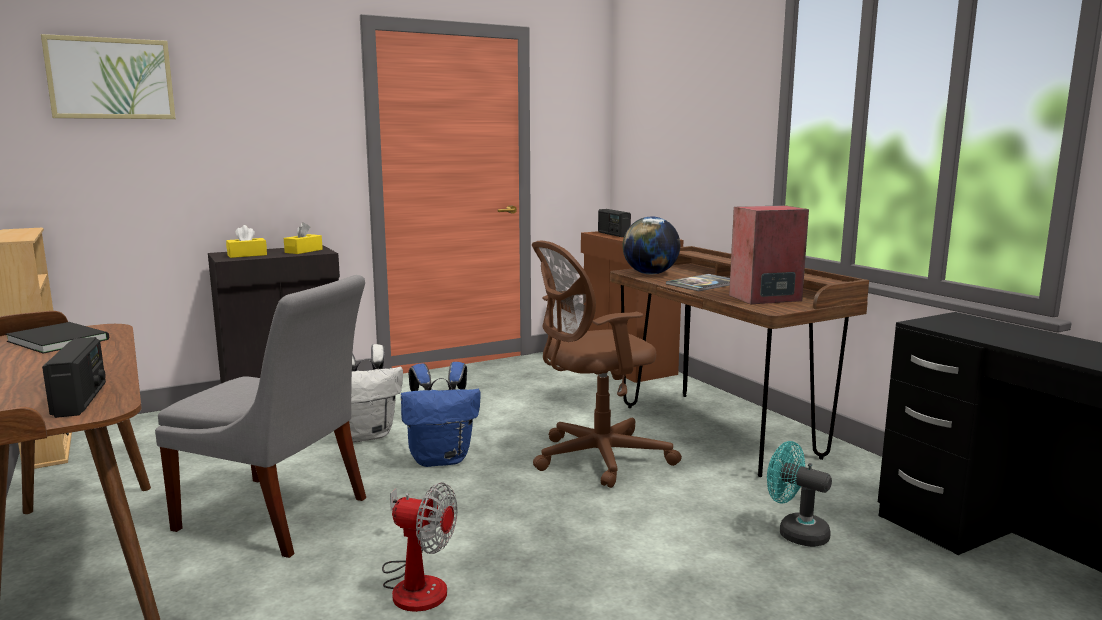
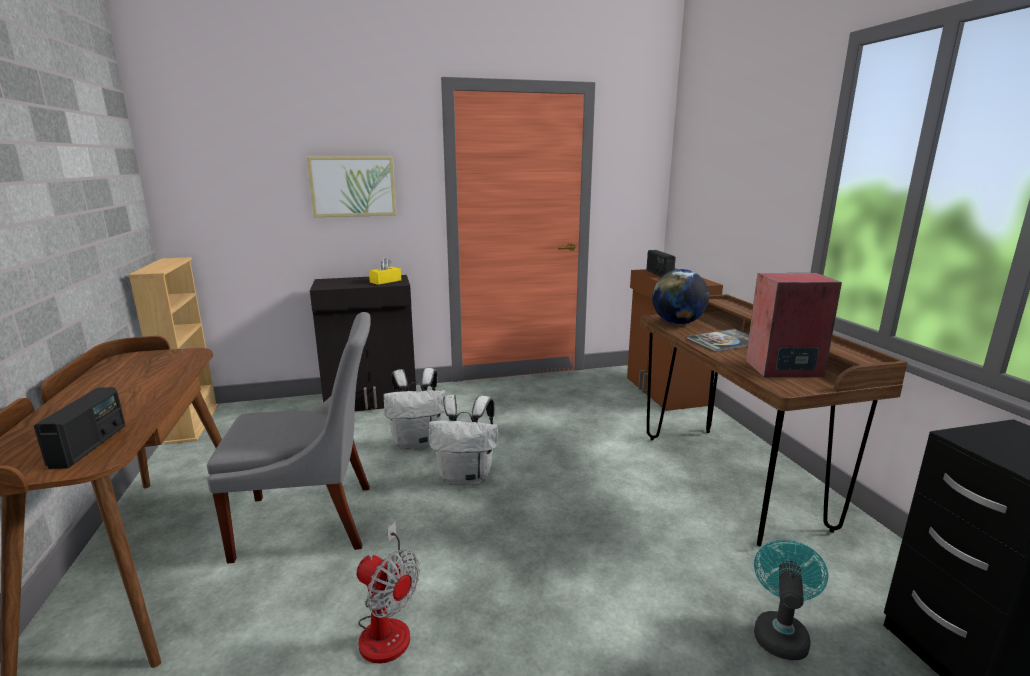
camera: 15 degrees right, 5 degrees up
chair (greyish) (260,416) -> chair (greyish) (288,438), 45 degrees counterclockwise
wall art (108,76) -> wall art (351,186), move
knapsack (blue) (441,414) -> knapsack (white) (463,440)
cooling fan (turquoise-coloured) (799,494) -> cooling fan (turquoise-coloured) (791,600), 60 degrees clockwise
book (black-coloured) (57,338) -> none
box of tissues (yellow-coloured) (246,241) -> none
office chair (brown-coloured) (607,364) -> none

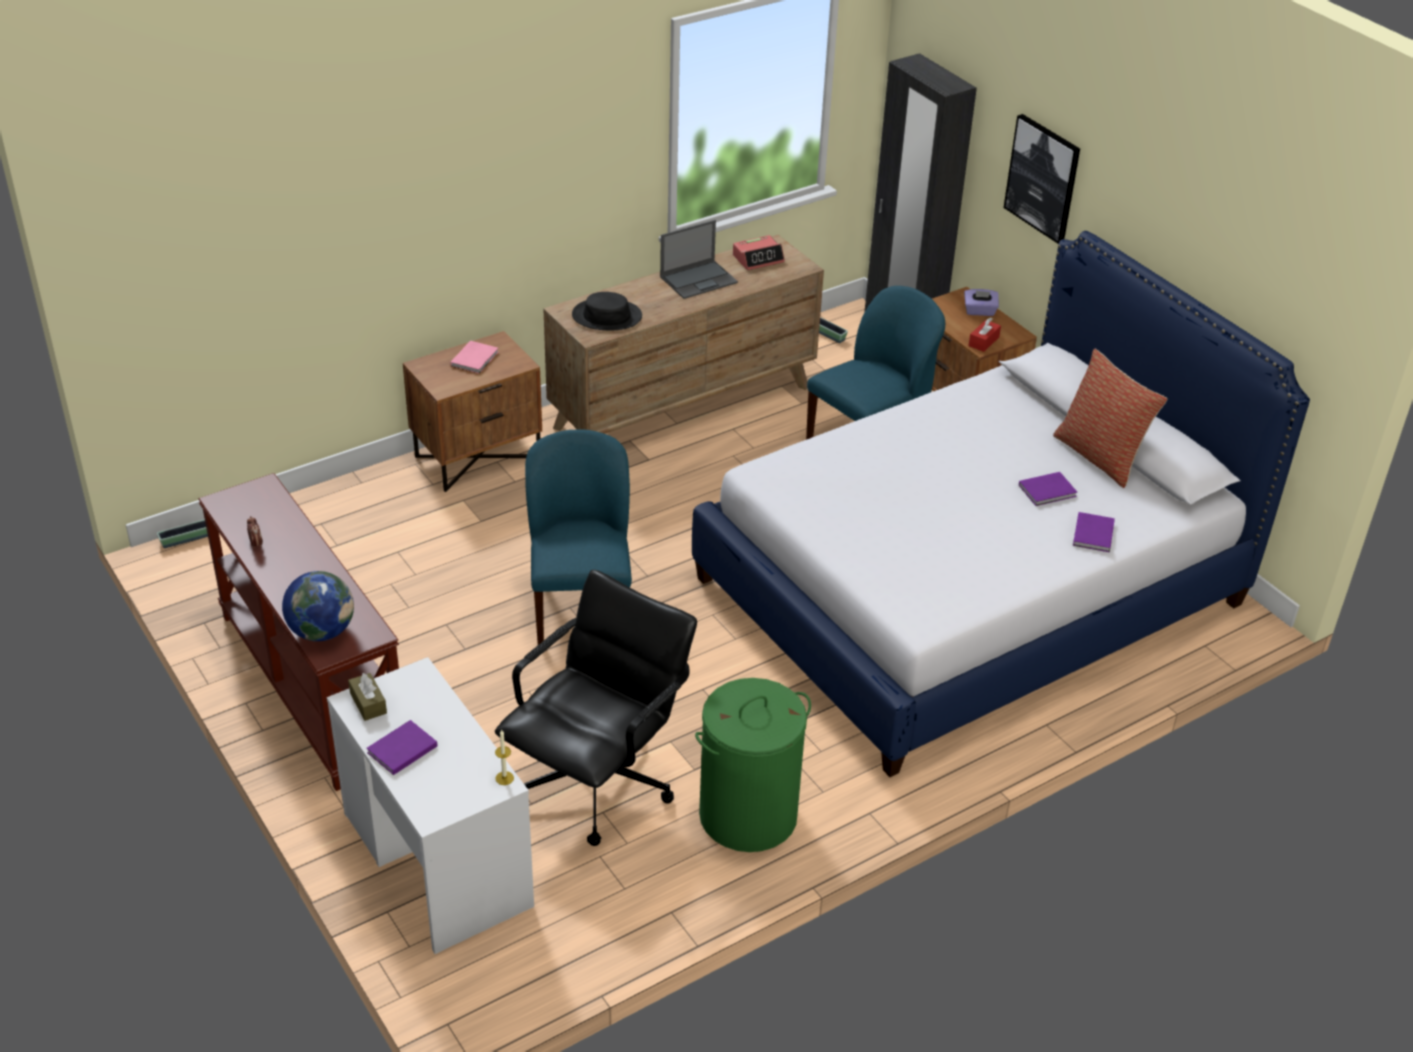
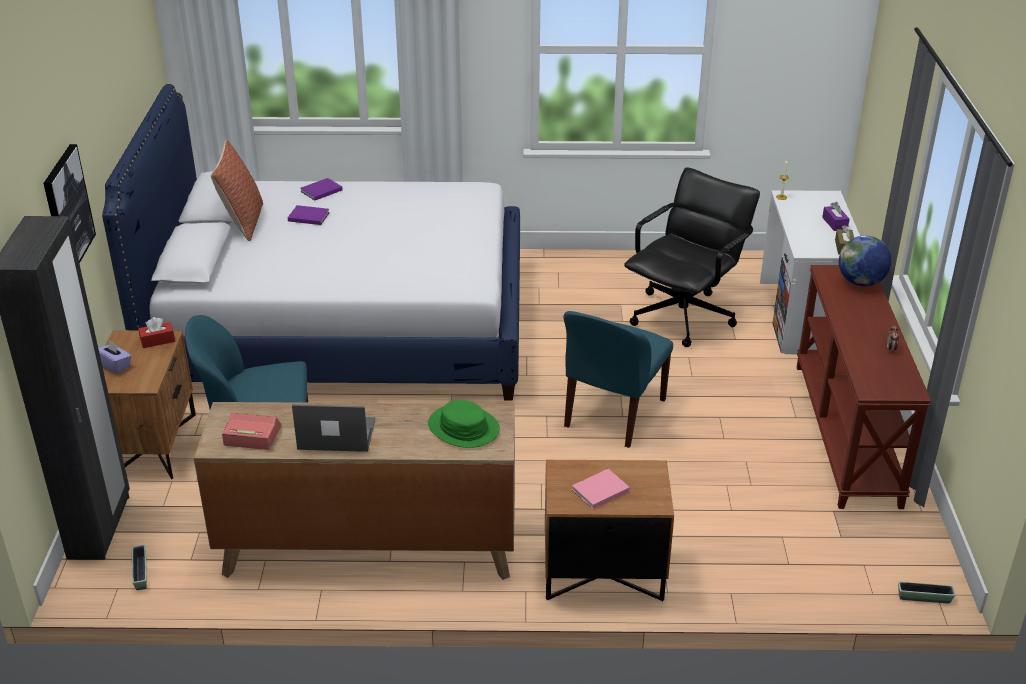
camera: 145 degrees left, 5 degrees down
clothing hat (black-coloured) (607,311) -> clothing hat (greenish) (464,424)
office chair (black-coloured) (596,708) -> office chair (black-coloured) (692,257), 150 degrees clockwise
book (purple-coloured) (401,747) -> box of tissues (purple-coloured) (836,216)
hamper (greenish) (753,765) -> none

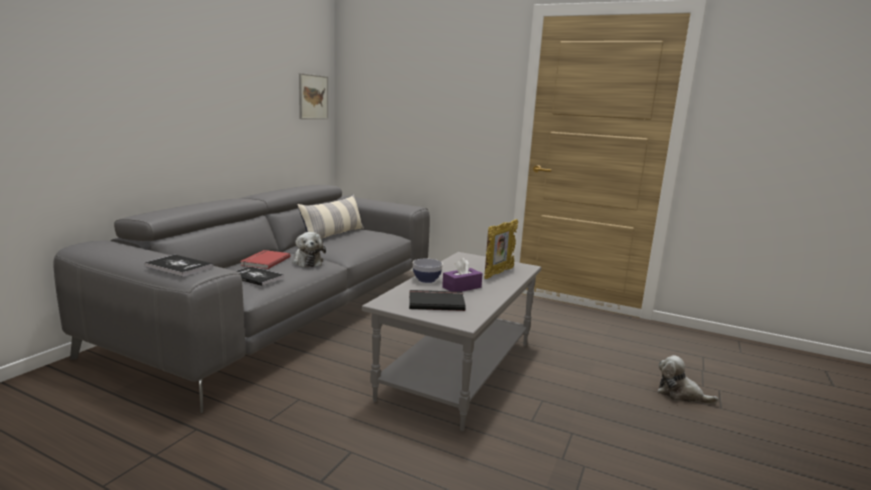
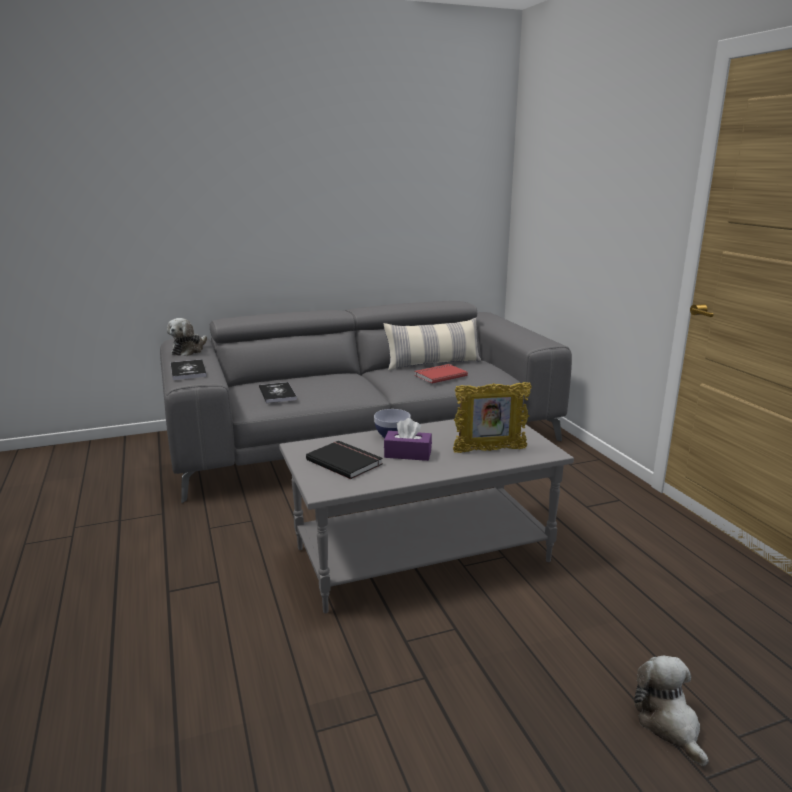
camera: 45 degrees right, 5 degrees up
soft toy (309,249) -> soft toy (187,337), move
book (red-coloured) (265,259) -> book (red-coloured) (441,374), move
wall art (313,96) -> none

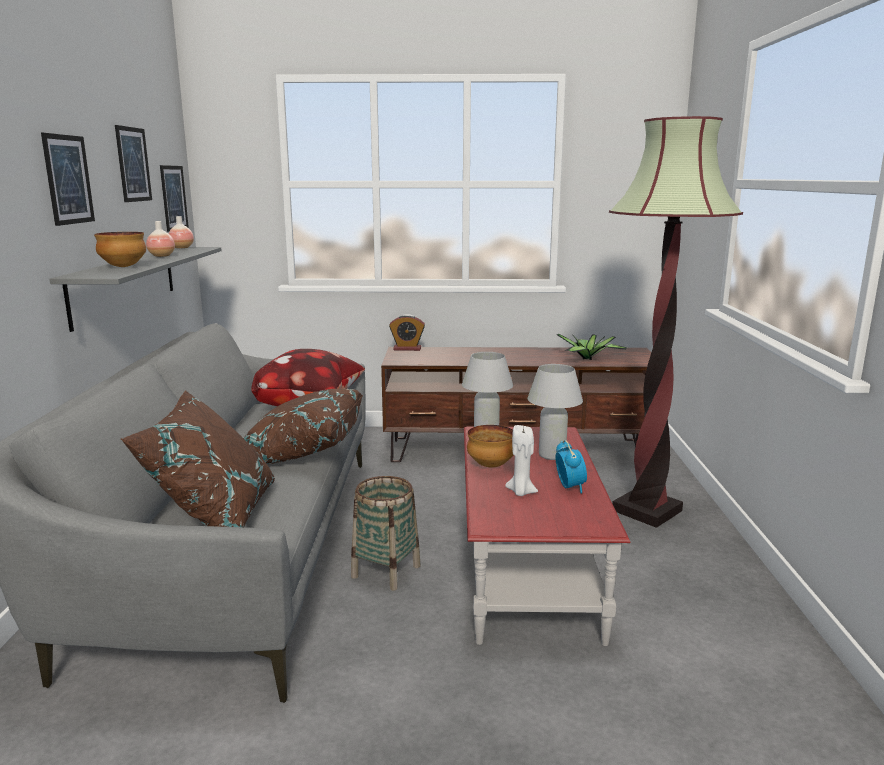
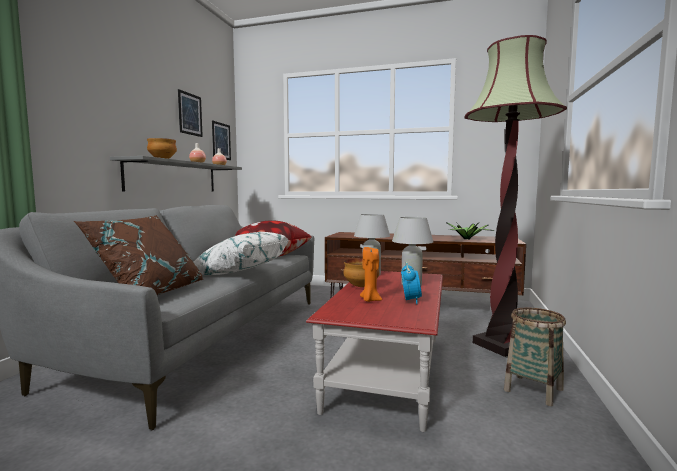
camera: 15 degrees right, 10 degrees down
cushion (brown-coloured) (303,426) -> cushion (white) (241,253)
candle (white) (521,460) -> candle (orange-coloured) (371,274)
storage basket (386,533) -> storage basket (535,357), move
wall art (68,179) -> none
table clock (407,332) -> none

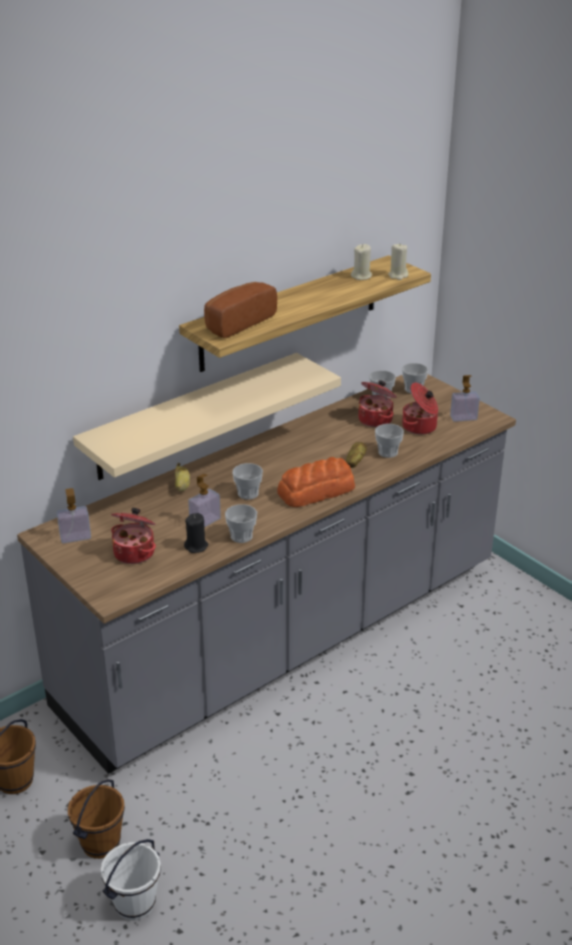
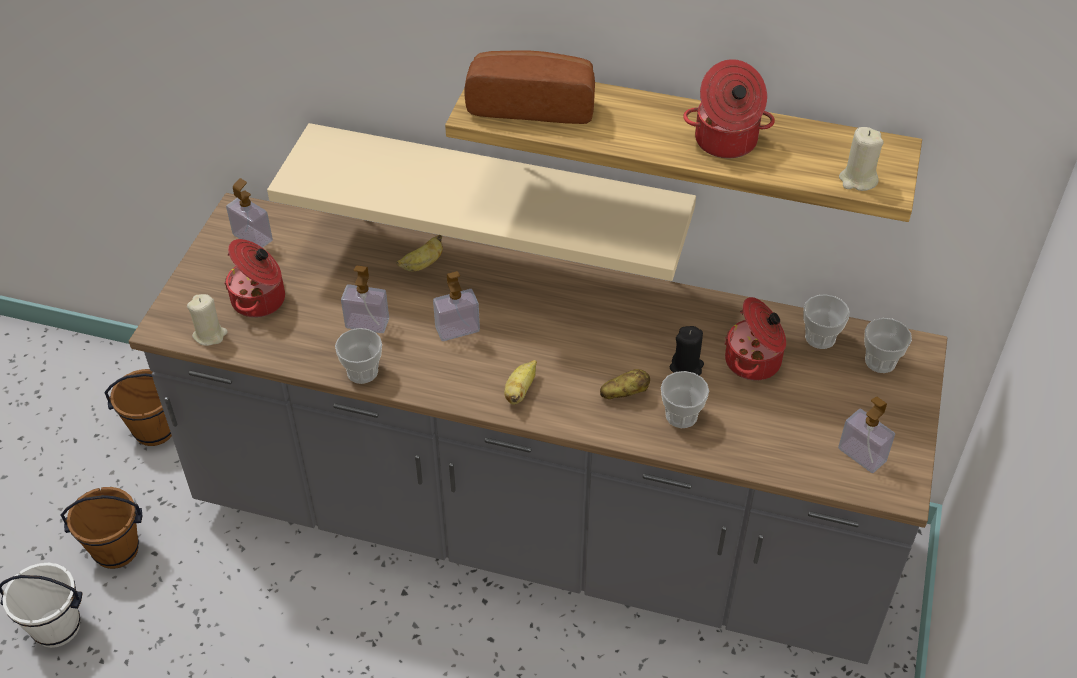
camera: 55 degrees right, 15 degrees up
candle (beige-coloured) (361,262) -> candle (beige-coloured) (207,320), move
cup (247,481) -> soap bottle (456,306)
bakery bread (316,482) -> banana fruit (520,382)
candle (black-coloured) (196,533) -> candle (black-coloured) (687,350), move
cooking pot (420,409) -> cooking pot (729,108), move

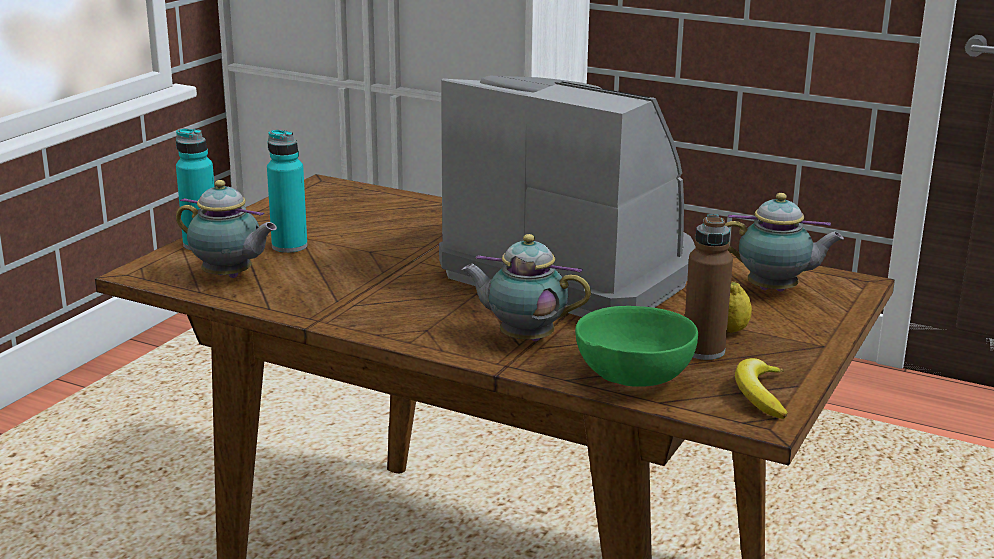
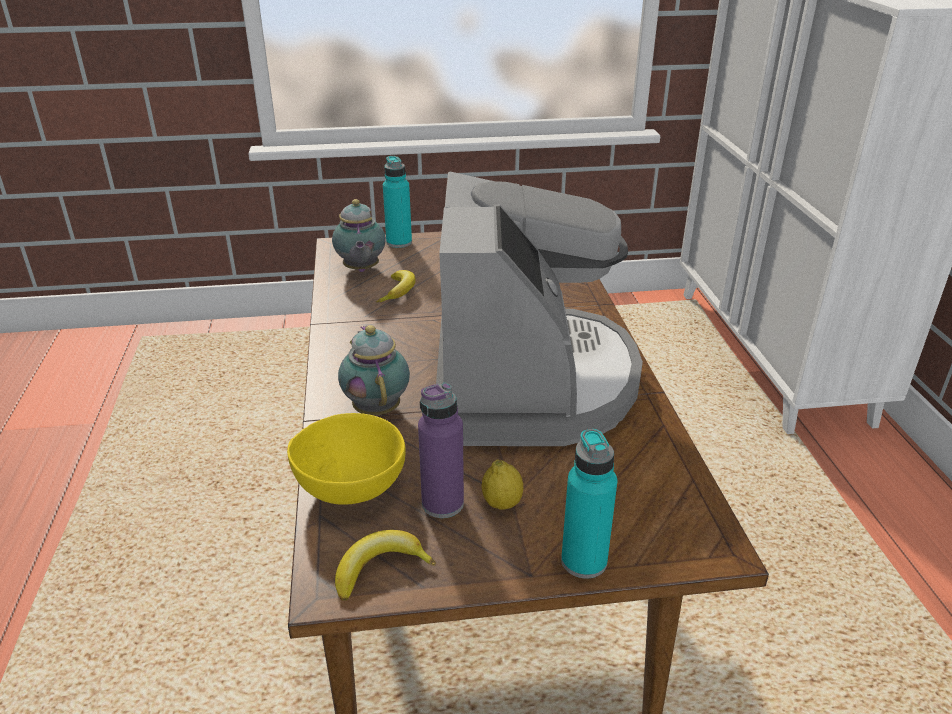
camera: 55 degrees right, 10 degrees up
serving bowl (greenish) (636,346) -> serving bowl (yellow-coloured) (346,459)
none -> banana fruit (396,286)
beverage bottle (brown-coloured) (709,287) -> beverage bottle (purple-coloured) (441,450)
beverage bottle (turquoise-coloured) (287,191) -> beverage bottle (turquoise-coloured) (589,504), move
teapot (784,242) -> none

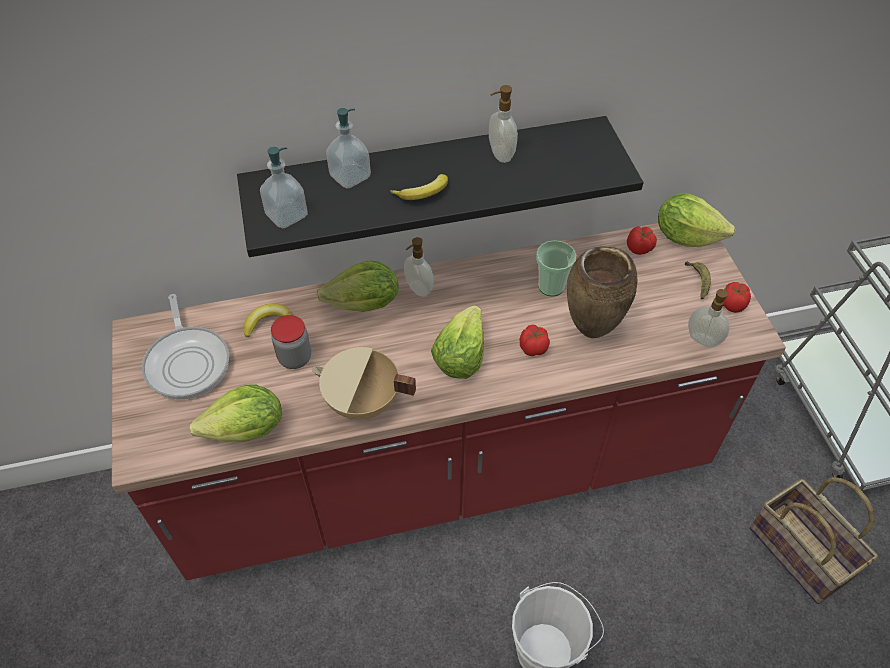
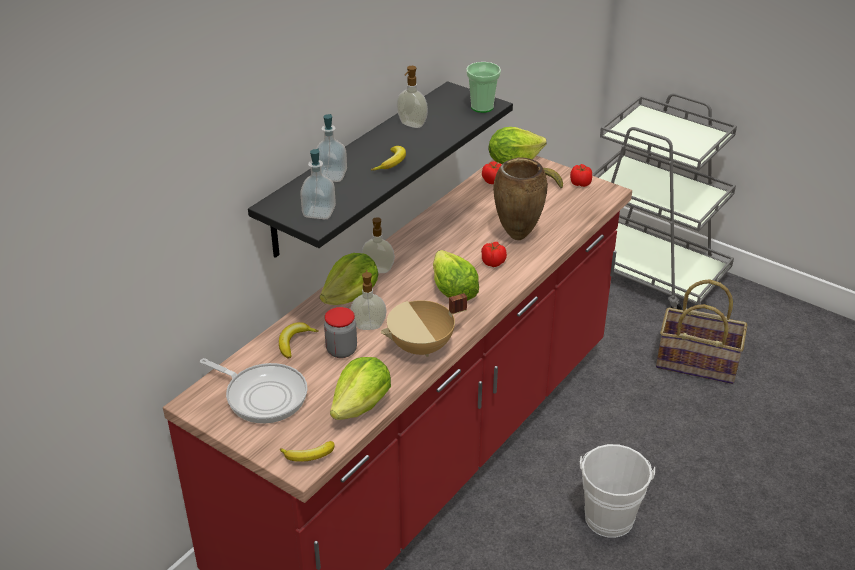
camera: 40 degrees left, 15 degrees down
none -> banana fruit (307,451)
soap bottle (708,316) -> soap bottle (369,300), move
cup (556,268) -> cup (483,87), move

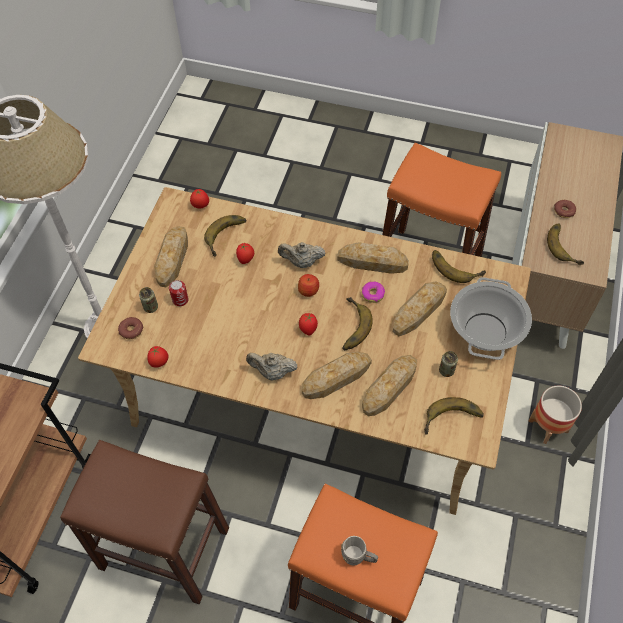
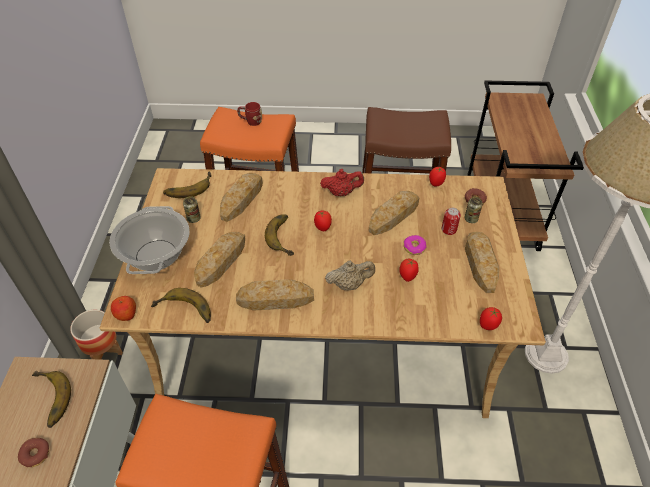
camera: 165 degrees right, 10 degrees down
apple (308,285) -> apple (123,308), move
coffee mug (greyish) (359,551) -> coffee mug (red-coloured) (249,114)
teapot (beige-coloured) (271,367) -> teapot (red-coloured) (342,182)
bakery bread (337,375) -> bakery bread (393,213), move
donut (373,292) -> donut (415,245), move
banana fruit (225,236) -> none

